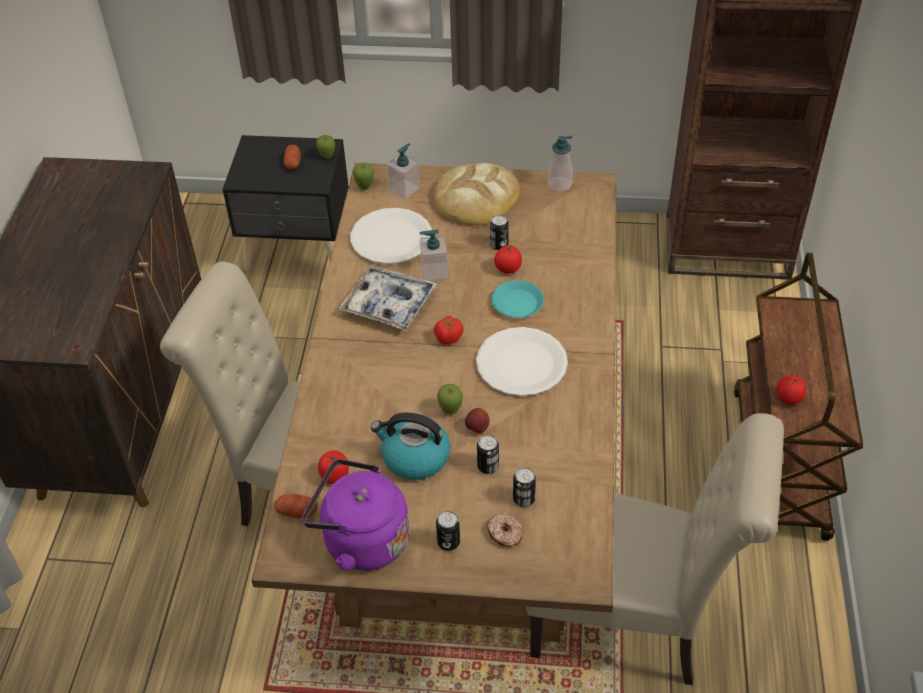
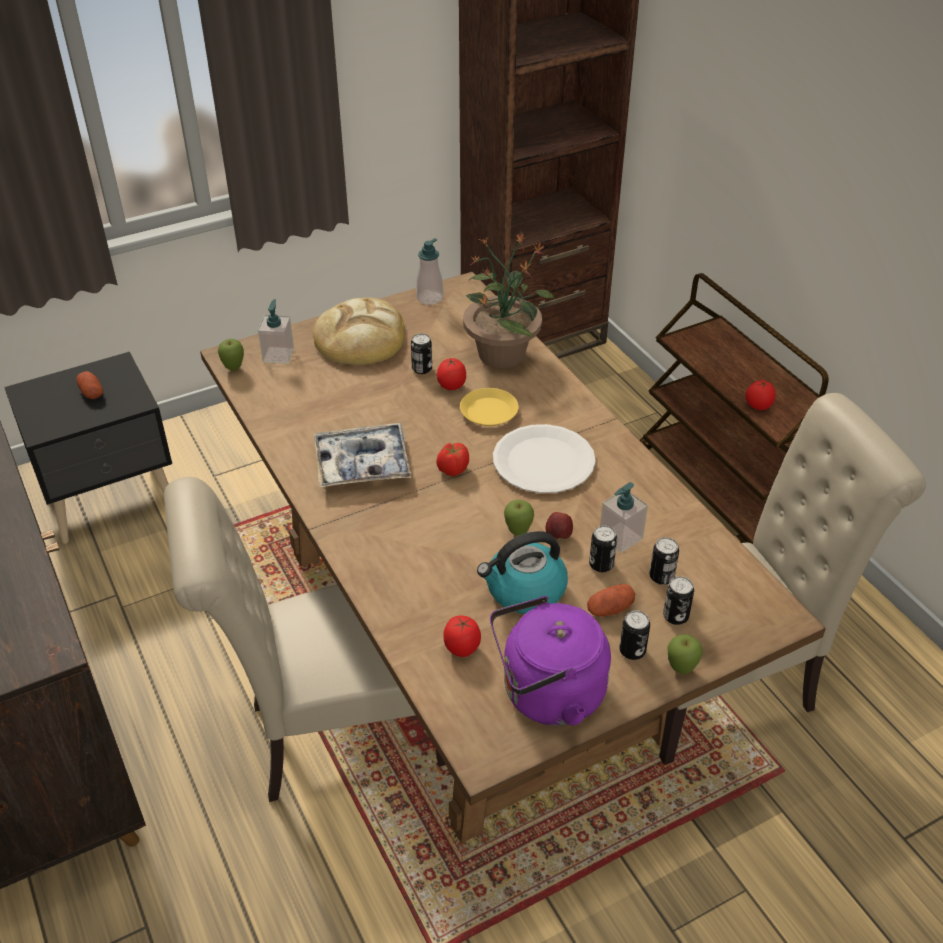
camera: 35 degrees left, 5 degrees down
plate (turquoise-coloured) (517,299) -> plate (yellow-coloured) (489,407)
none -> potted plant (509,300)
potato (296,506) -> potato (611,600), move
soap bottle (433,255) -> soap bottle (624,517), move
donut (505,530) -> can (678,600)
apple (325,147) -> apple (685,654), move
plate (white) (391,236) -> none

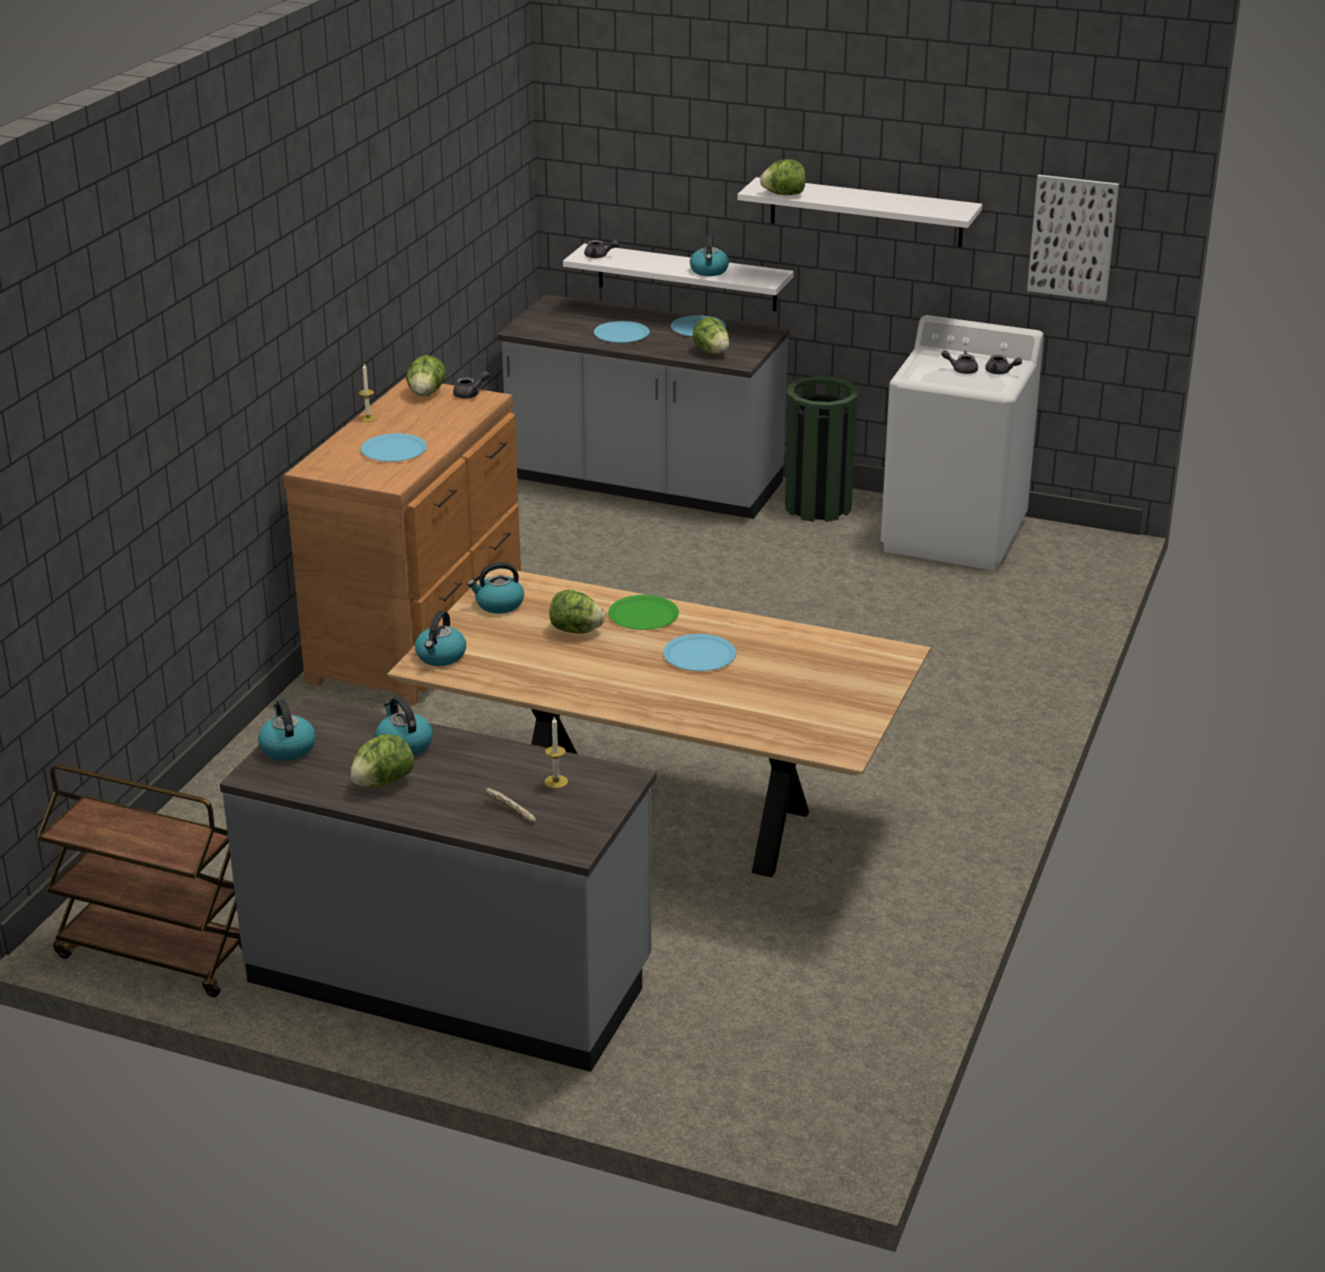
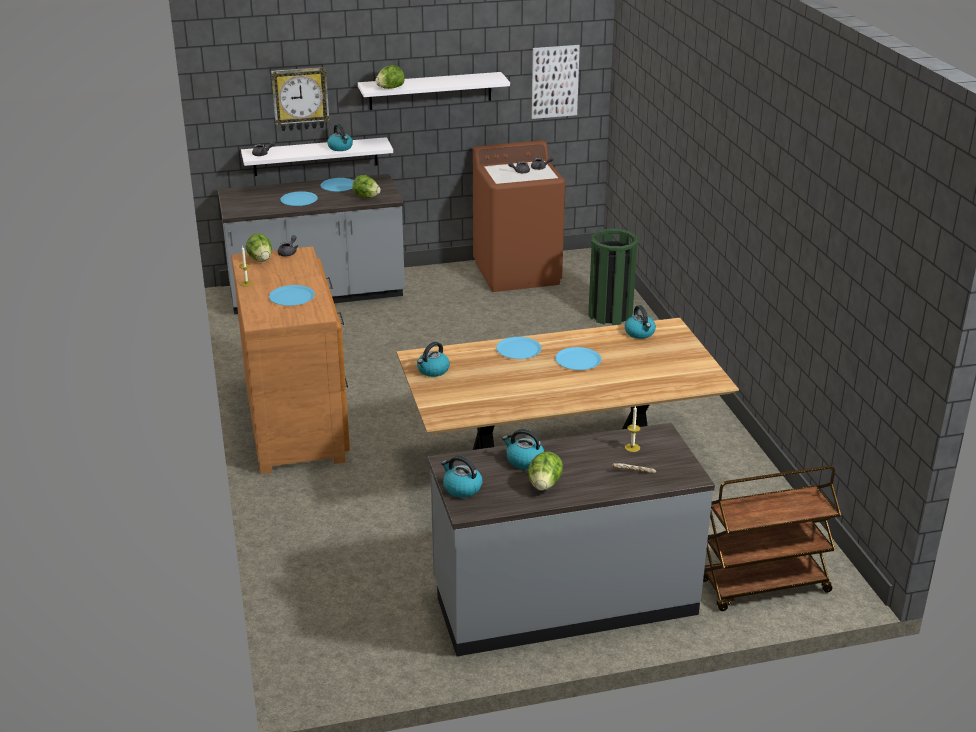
camera: 35 degrees left, 0 degrees up
none -> hanging clock (300,99)
laundry machine (white) (962,442) -> laundry machine (brown-coloured) (519,216)
plate (greenish) (643,612) -> plate (blue) (519,348)
rubbish bin (greenish) (822,449) -> rubbish bin (greenish) (613,277), move
kettle (440,638) -> kettle (640,322), move
trolley (brown-coloured) (139,880) -> trolley (brown-coloured) (772,538), move
head of lettuce (577,612) -> none

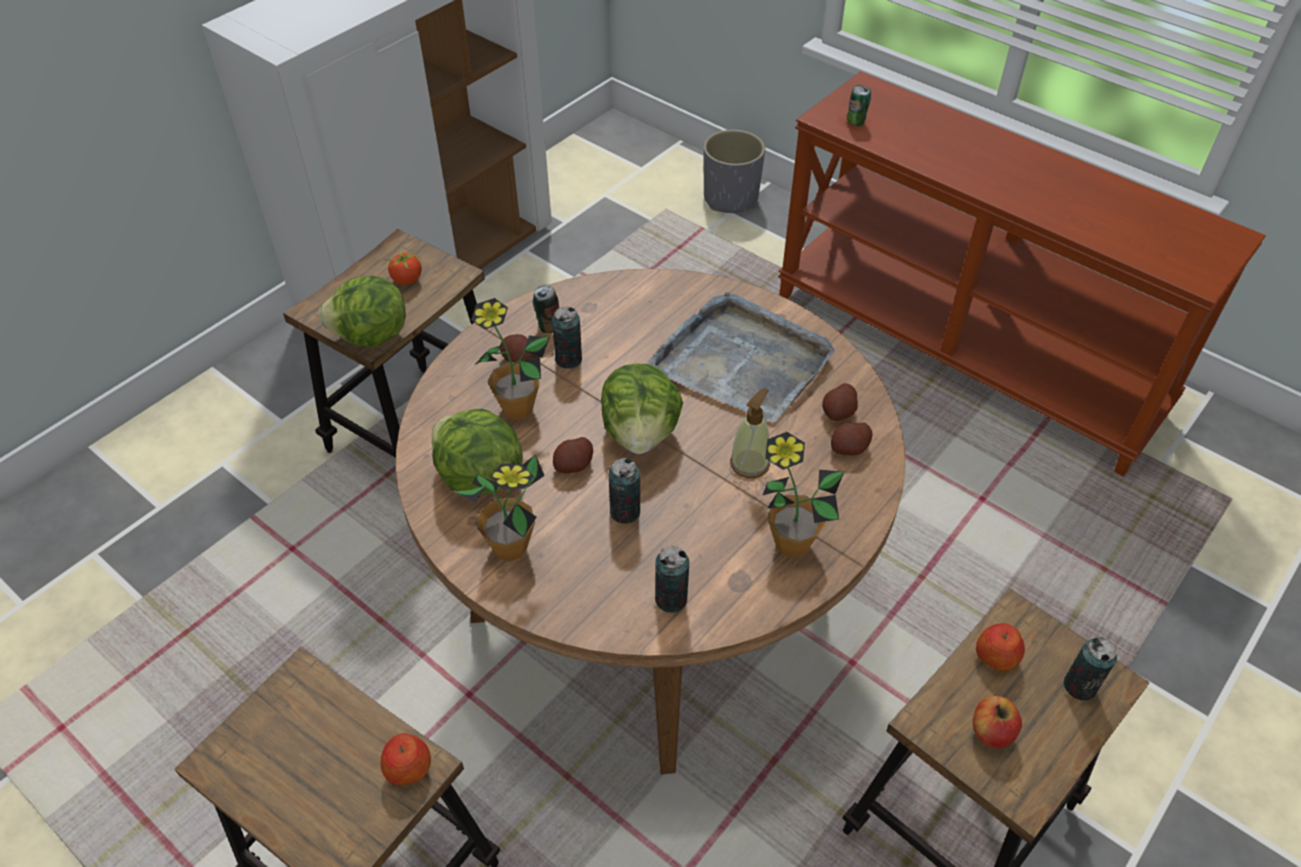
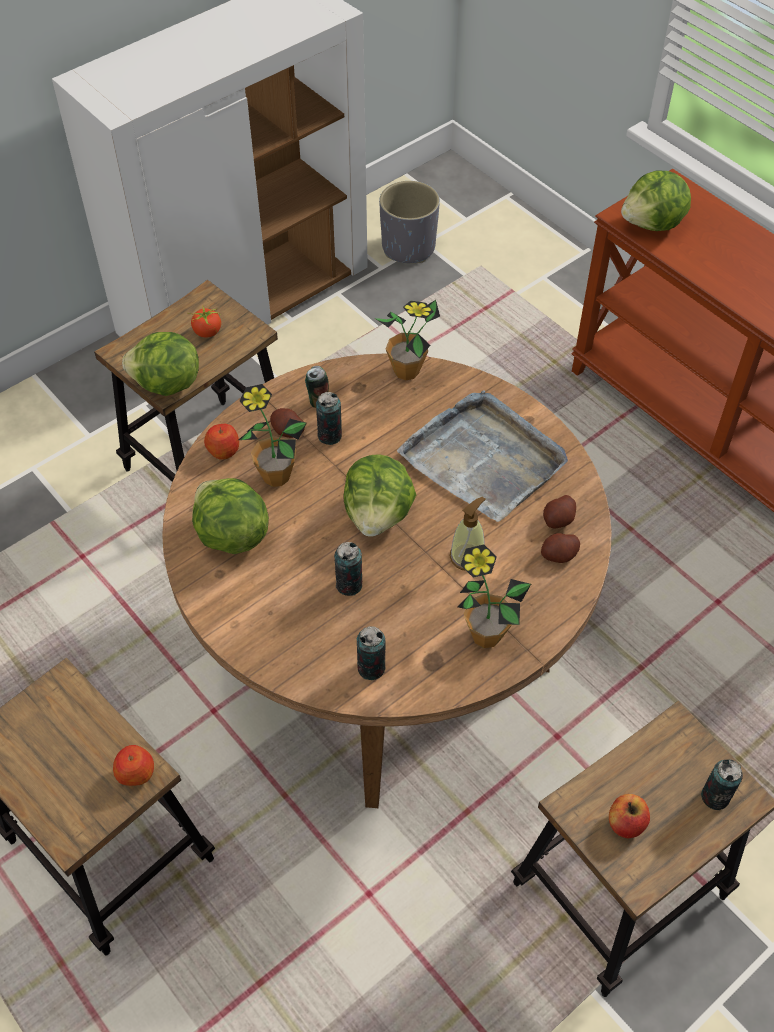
camera: 10 degrees right, 5 degrees up
apple (1000,647) -> apple (221,442), move
potted plant (499,507) -> potted plant (407,340), move
plant pot (greyish) (734,171) -> plant pot (greyish) (409,222), move
can (859,105) -> head of lettuce (656,200)
potato (573,455) -> none

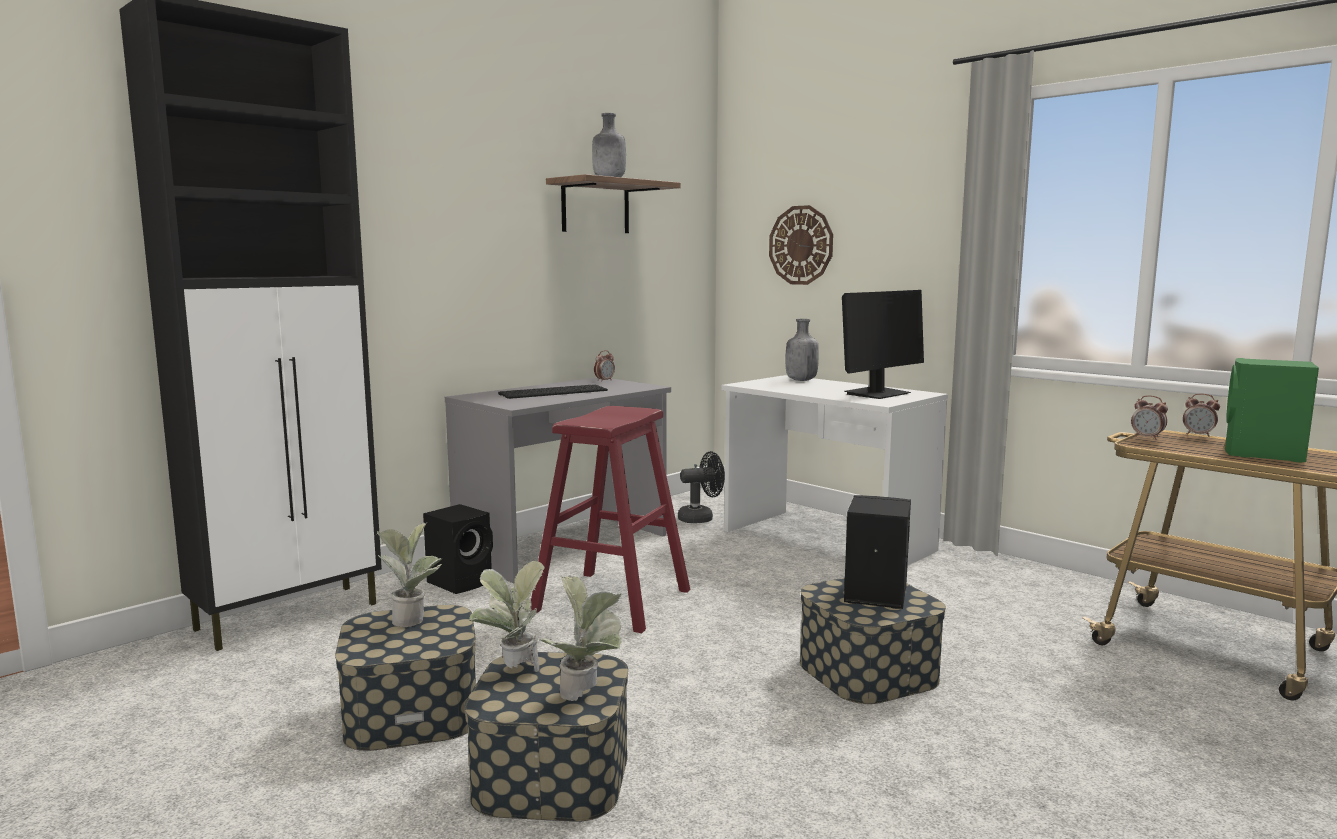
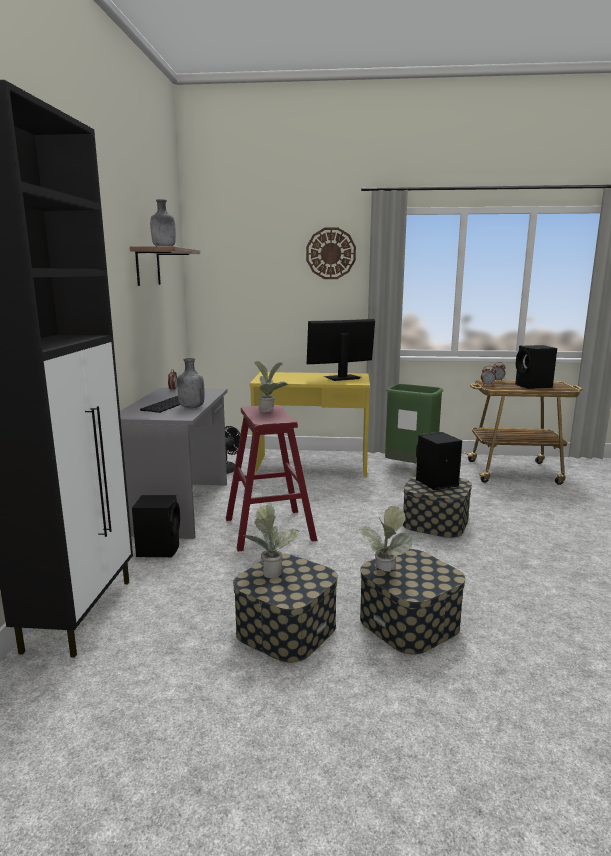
camera: 40 degrees left, 5 degrees up
beverage bottle (greyish) (802,350) -> beverage bottle (greyish) (191,383), move
desk (white) (835,470) -> desk (yellow-coloured) (309,424)
potted plant (581,638) -> potted plant (271,387), move
hanging clock (801,245) -> hanging clock (331,253), move
computer screen (883,344) -> computer screen (341,350), 120 degrees counterclockwise
none -> rubbish bin (greenish) (414,423)
audio speaker (greenish) (1272,410) -> audio speaker (black-coloured) (536,367)

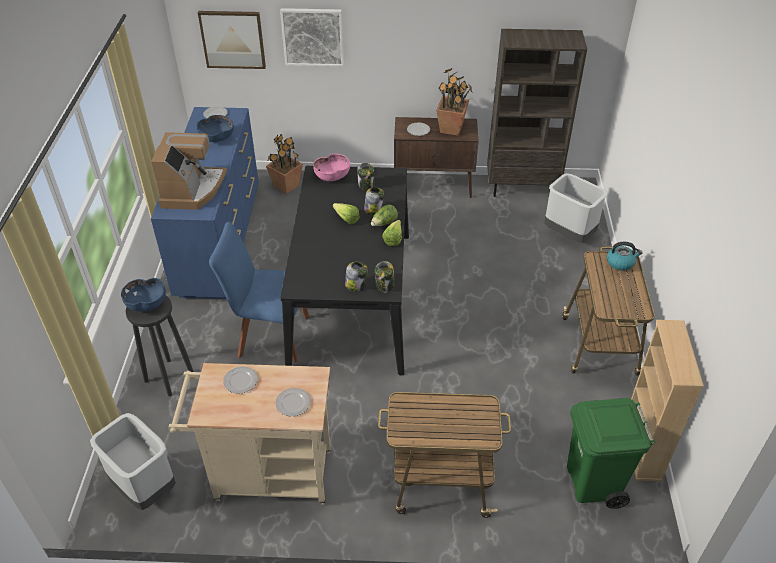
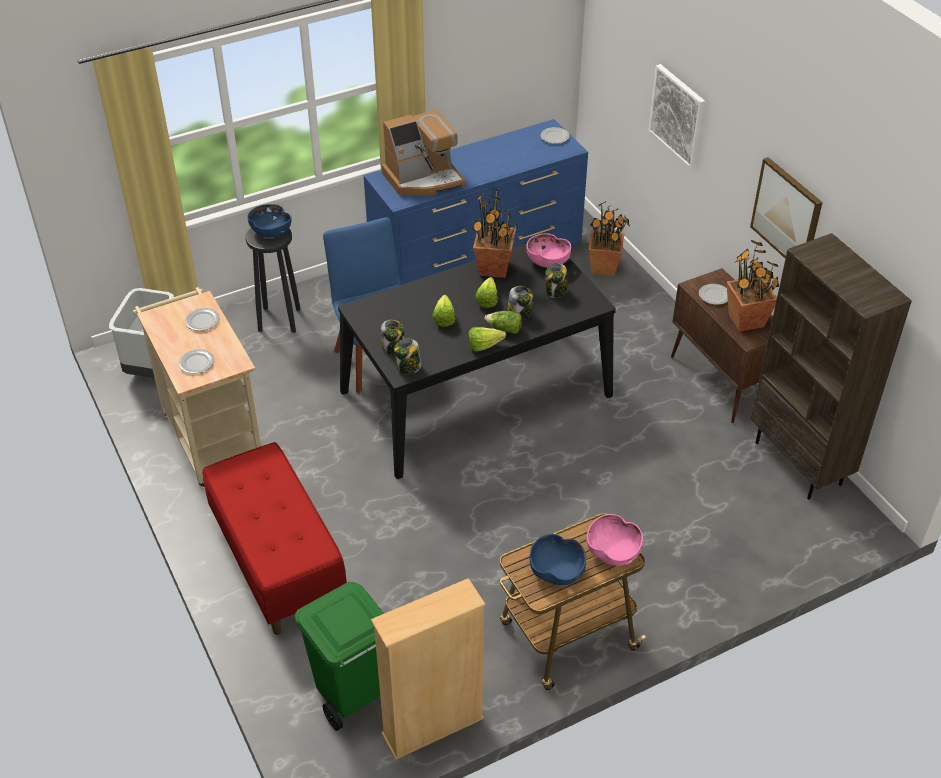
camera: 60 degrees right, 0 degrees up
trolley (444,455) -> long seat (red-coloured) (274,538)
none -> head of lettuce (444,311)
none -> potted plant (495,232)
serving bowl (blue) (215,128) -> serving bowl (blue) (558,559), move
kettle (625,256) -> serving bowl (pink) (615,540)
wall art (232,40) -> wall art (786,208), move
rubbish bin (greyish) (576,208) -> none

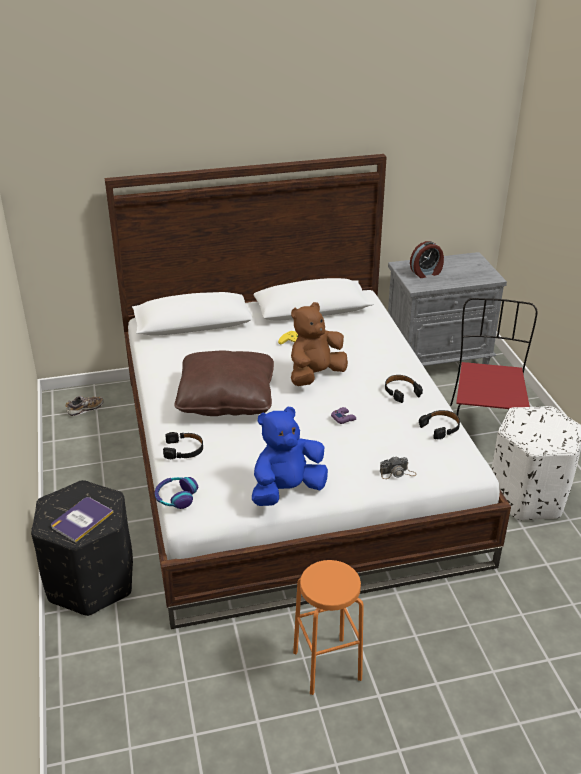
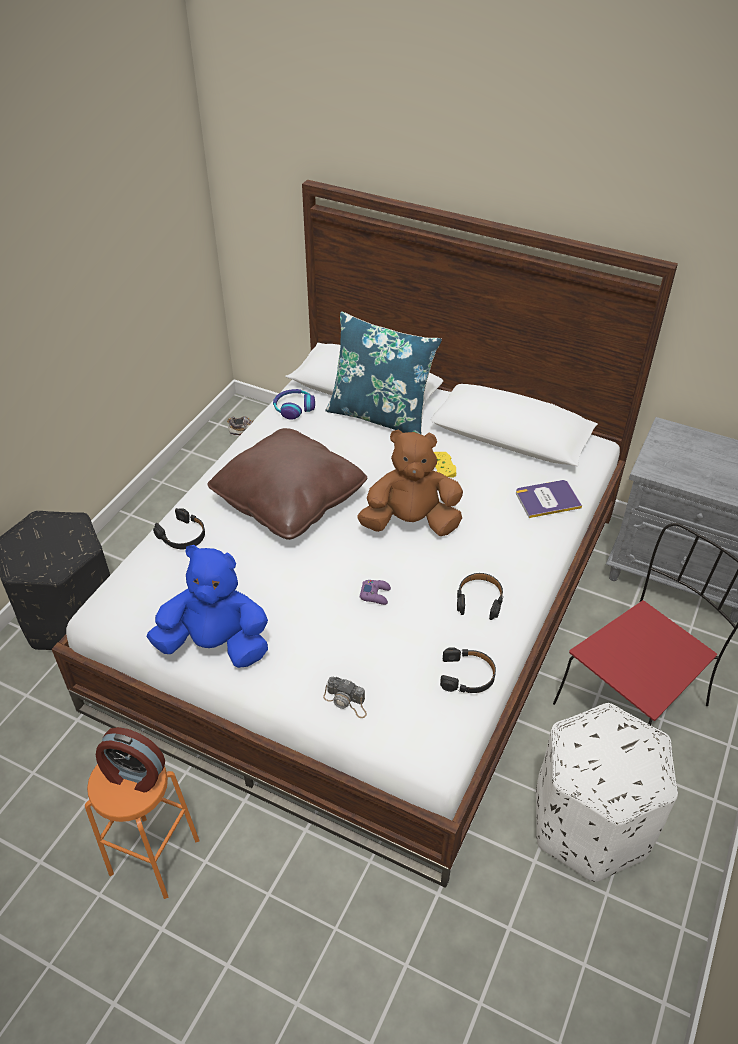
camera: 40 degrees right, 10 degrees up
table clock (427,259) -> table clock (130,760), move
headset (176,493) -> headset (294,404), move
none -> cushion (blue) (383,373)
book (82,520) -> book (549,499), move

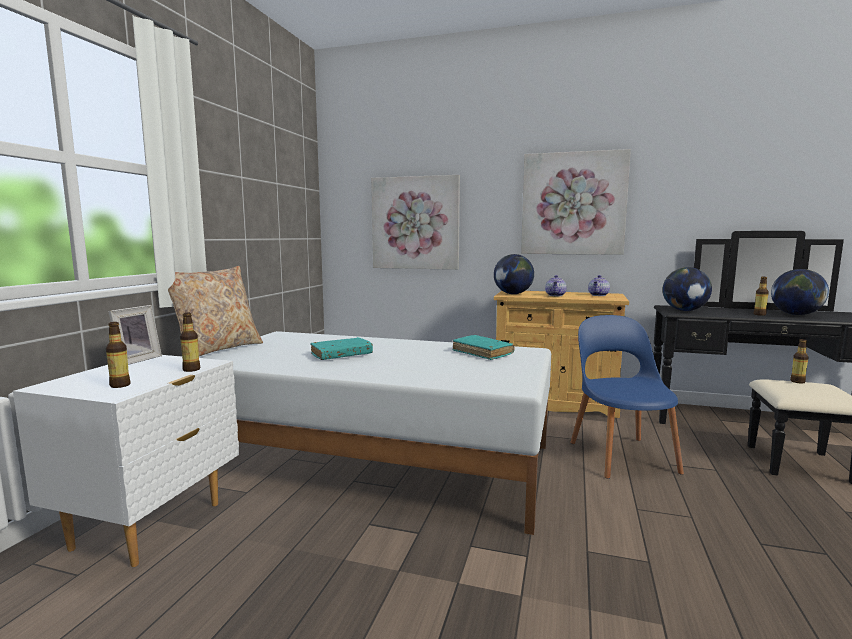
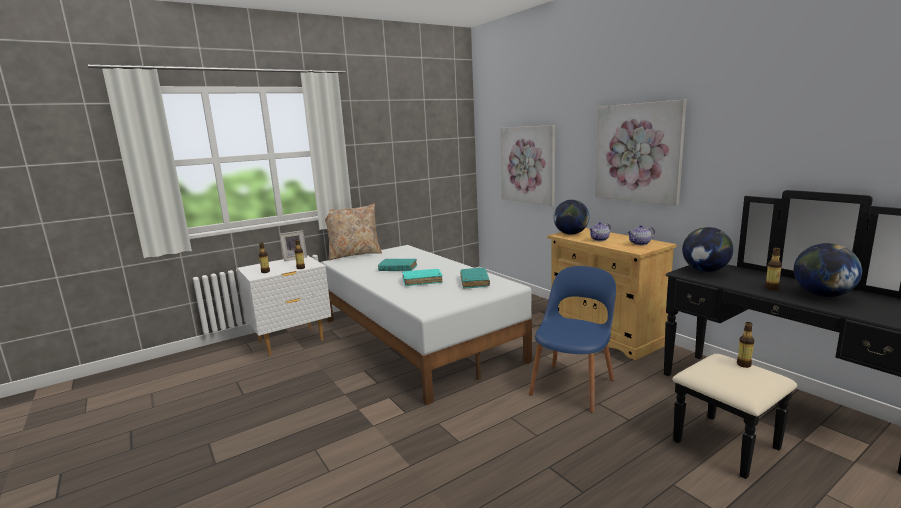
camera: 40 degrees right, 5 degrees up
none -> book (turquoise-coloured) (422,277)

